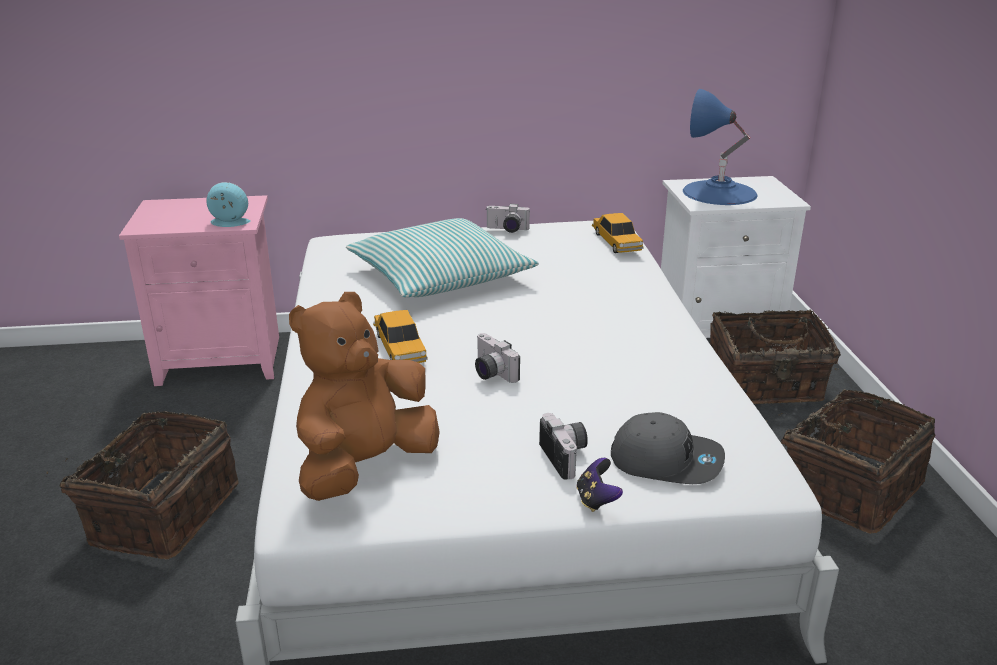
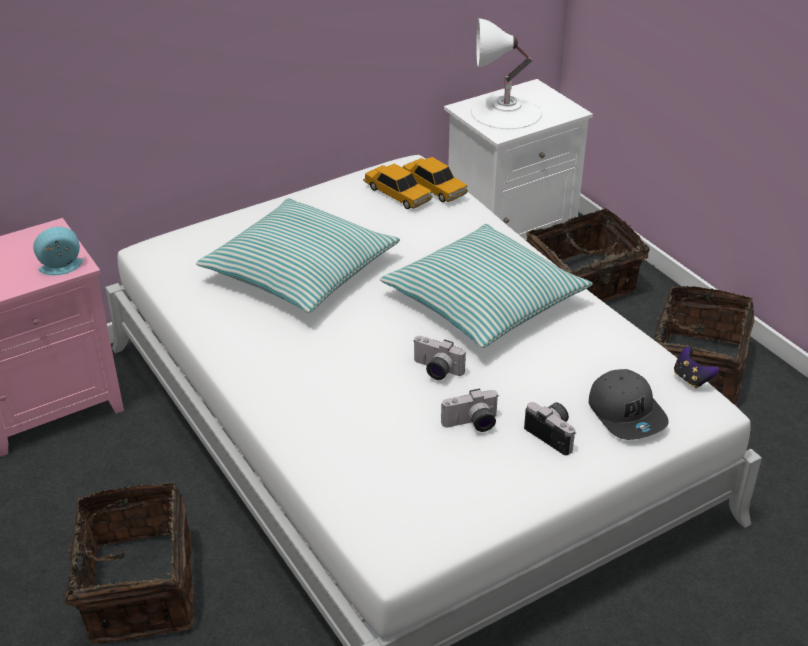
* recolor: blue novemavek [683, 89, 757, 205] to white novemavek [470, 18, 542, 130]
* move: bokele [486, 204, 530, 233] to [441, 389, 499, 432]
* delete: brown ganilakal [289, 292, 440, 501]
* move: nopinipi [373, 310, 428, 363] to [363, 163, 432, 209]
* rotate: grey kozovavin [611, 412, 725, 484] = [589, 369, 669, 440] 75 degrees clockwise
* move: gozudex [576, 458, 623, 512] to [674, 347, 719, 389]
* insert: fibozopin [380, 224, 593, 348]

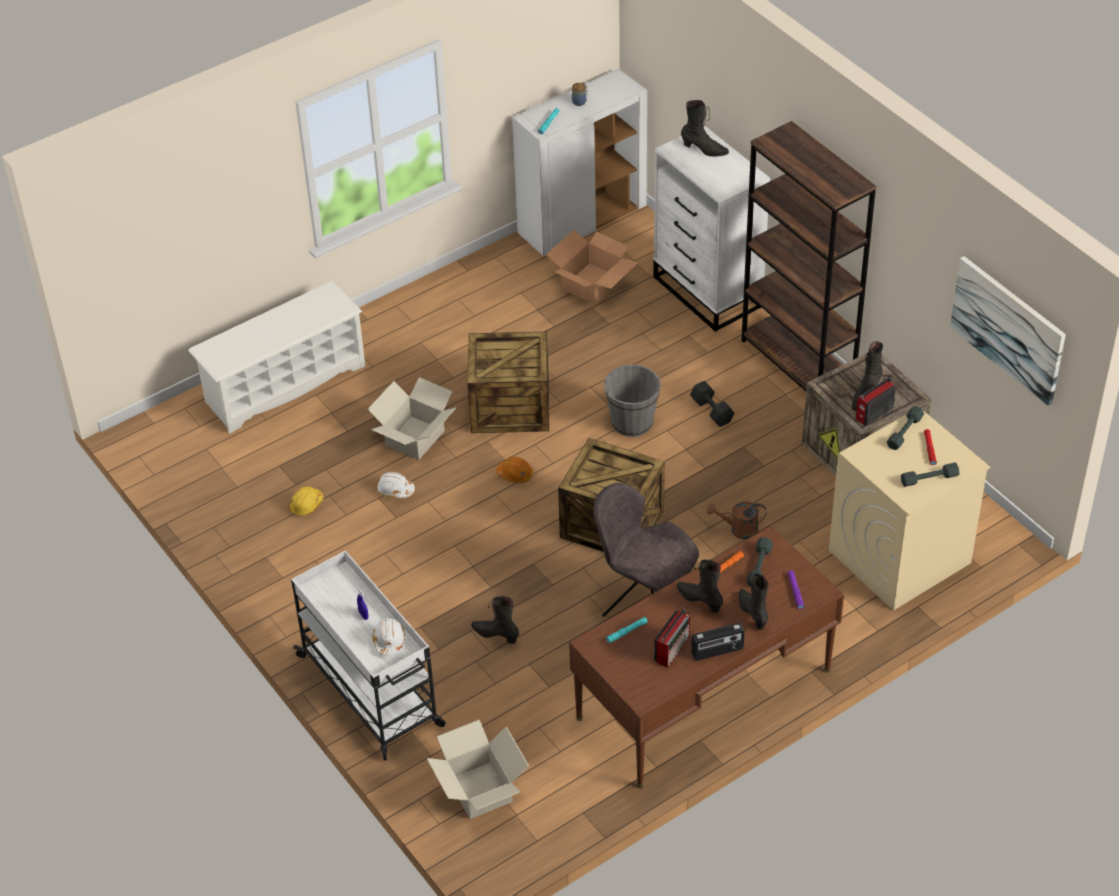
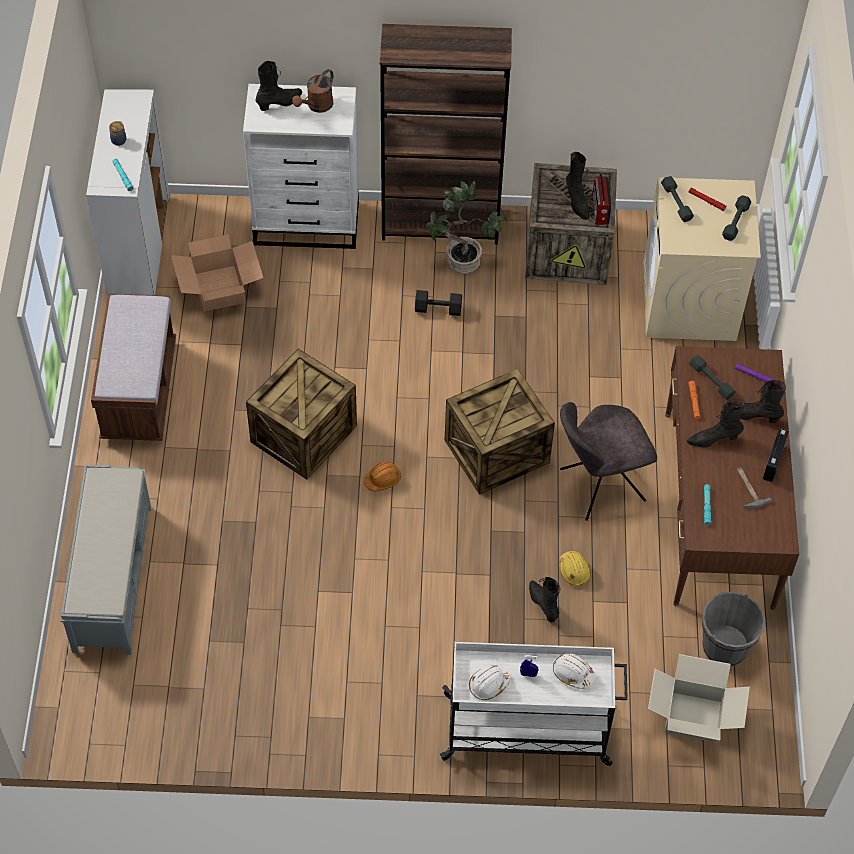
* delete: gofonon [950, 256, 1066, 406]
* replace: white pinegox [188, 281, 365, 434] to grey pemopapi [61, 465, 151, 655]
* move: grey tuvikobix [604, 364, 661, 437] to [702, 591, 765, 666]
* delete: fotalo [368, 377, 456, 460]
* move: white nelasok [377, 472, 415, 498] to [469, 665, 510, 700]
* move: yellow nelasok [289, 486, 323, 516] to [559, 551, 591, 586]
* move: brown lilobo [707, 502, 766, 539] to [292, 69, 333, 113]
* rotate: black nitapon [471, 596, 519, 644] = [529, 577, 560, 623] 90 degrees clockwise
* replace: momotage [654, 609, 690, 668] to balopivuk [737, 467, 772, 509]
* insert: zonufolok [425, 181, 508, 274]
* insert: brown pemopapi [91, 293, 176, 441]

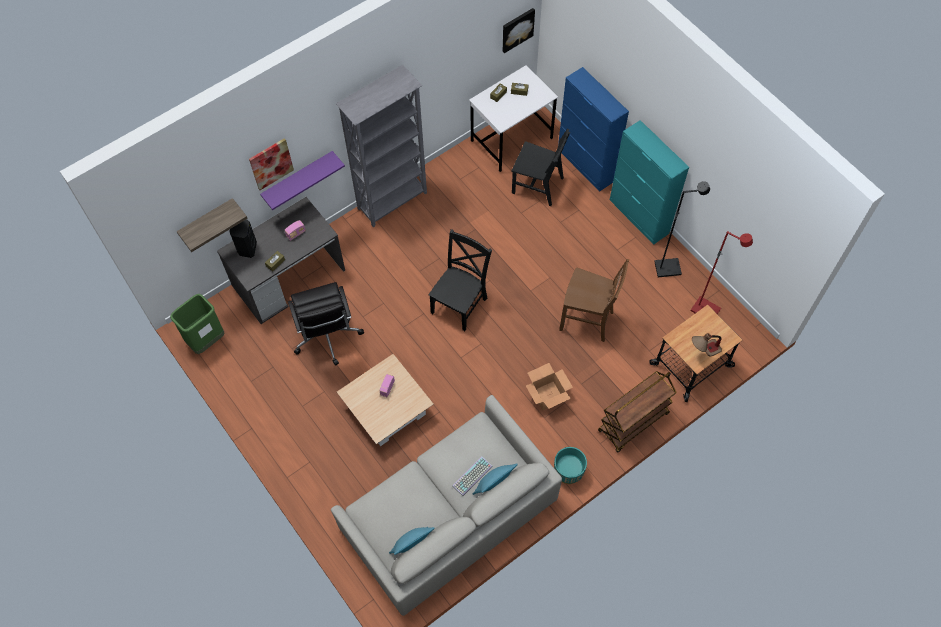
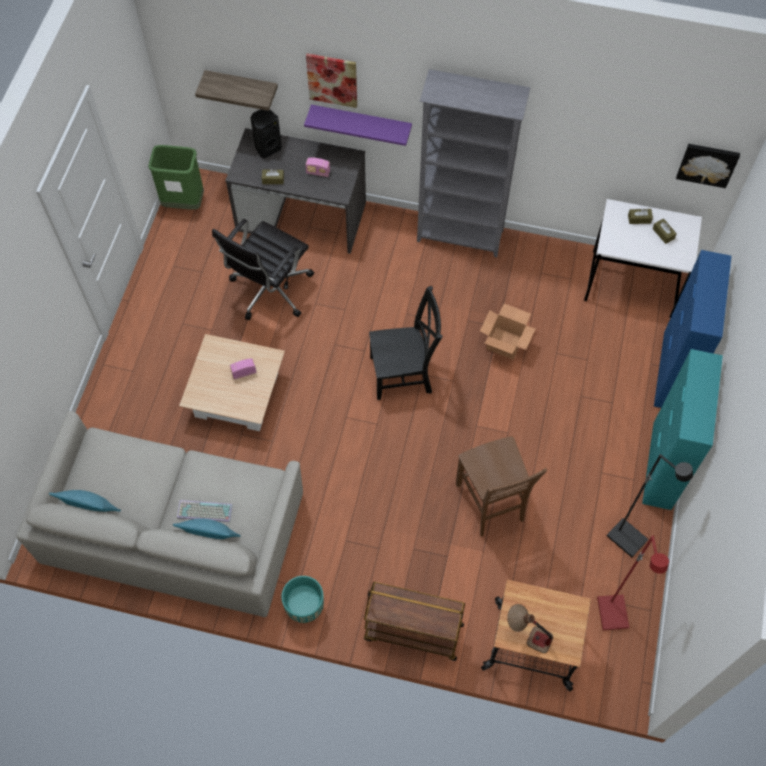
* delete: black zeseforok [511, 129, 570, 206]
* move: fotalo [526, 363, 573, 410] to [480, 304, 535, 359]

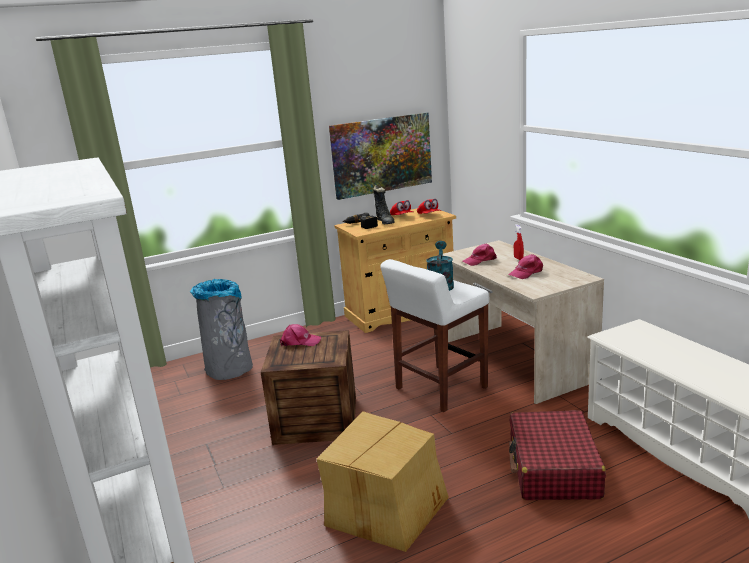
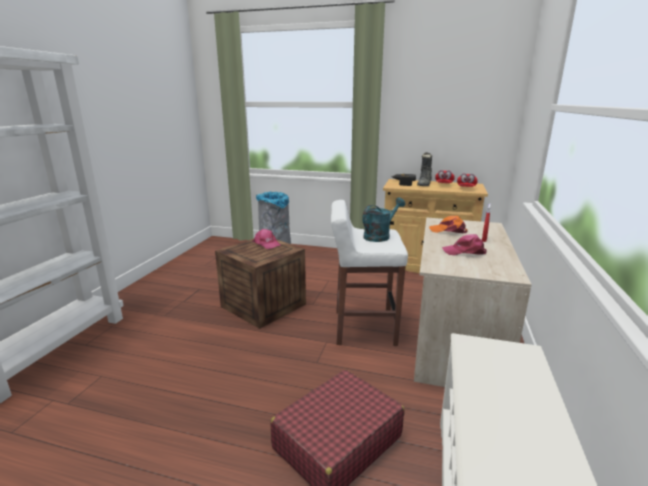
* delete: gofonon [329, 112, 432, 200]
* recolor: pink kozovavin [462, 244, 497, 266] to orange kozovavin [429, 216, 468, 233]
* delete: fotalo [317, 411, 449, 552]

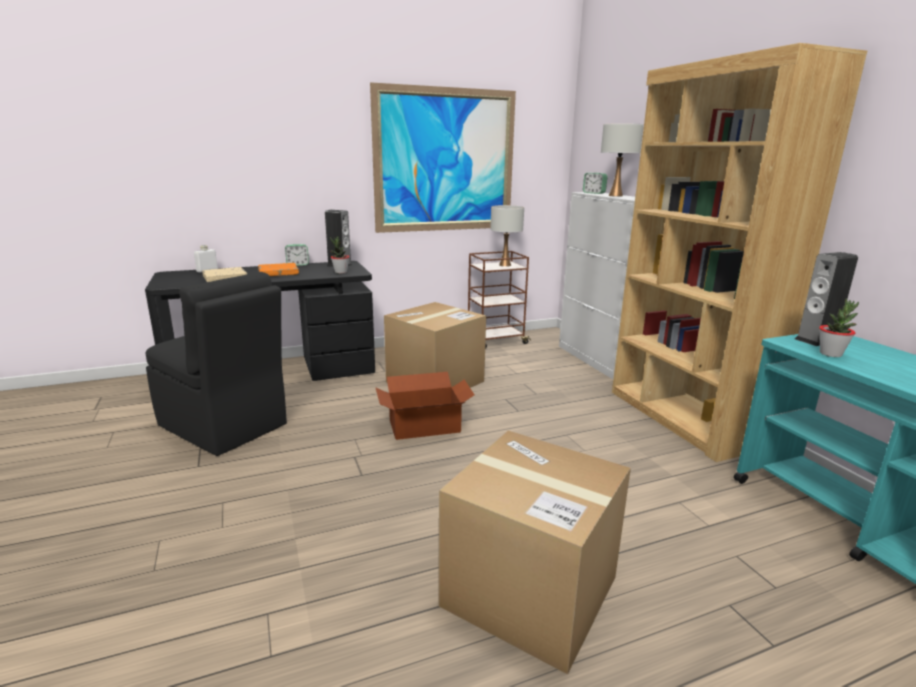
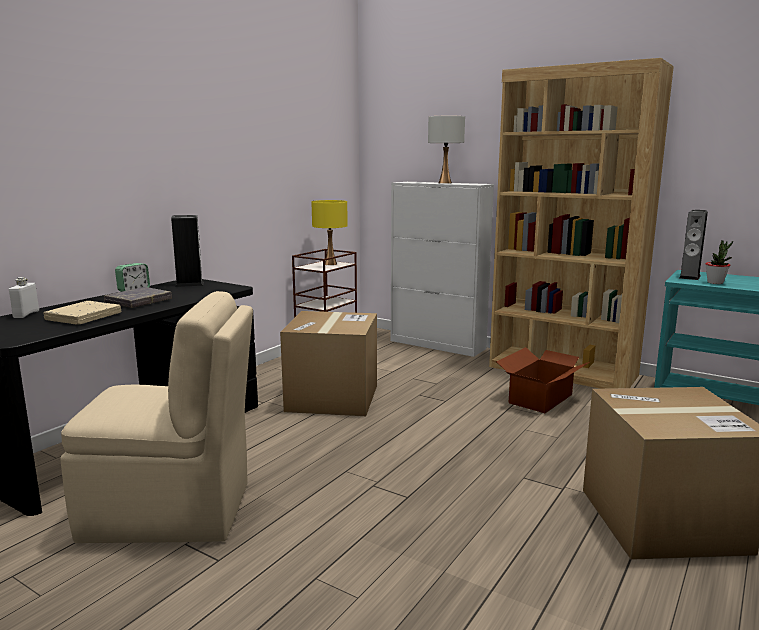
* delete: gofonon [370, 82, 516, 233]
* delete: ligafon [583, 173, 608, 194]
* recolor: white novemavek [490, 205, 524, 267] to yellow novemavek [312, 200, 348, 265]
* delete: zonufolok [330, 237, 349, 274]
* recolor: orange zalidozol [258, 263, 299, 276] to grey zalidozol [104, 287, 172, 308]
* recolor: black zeseforok [146, 272, 287, 456] to beige zeseforok [60, 291, 253, 543]
* move: fotalo [375, 372, 474, 440] to [496, 347, 591, 413]

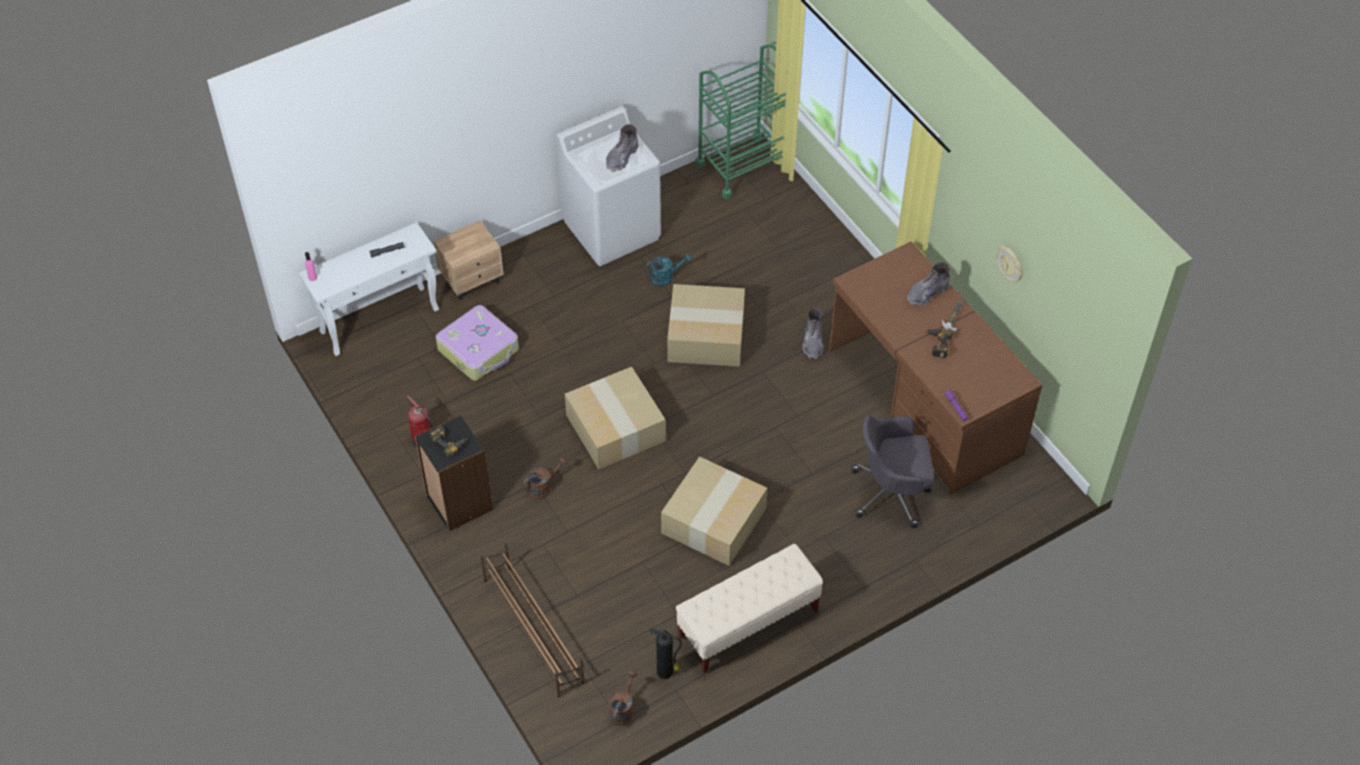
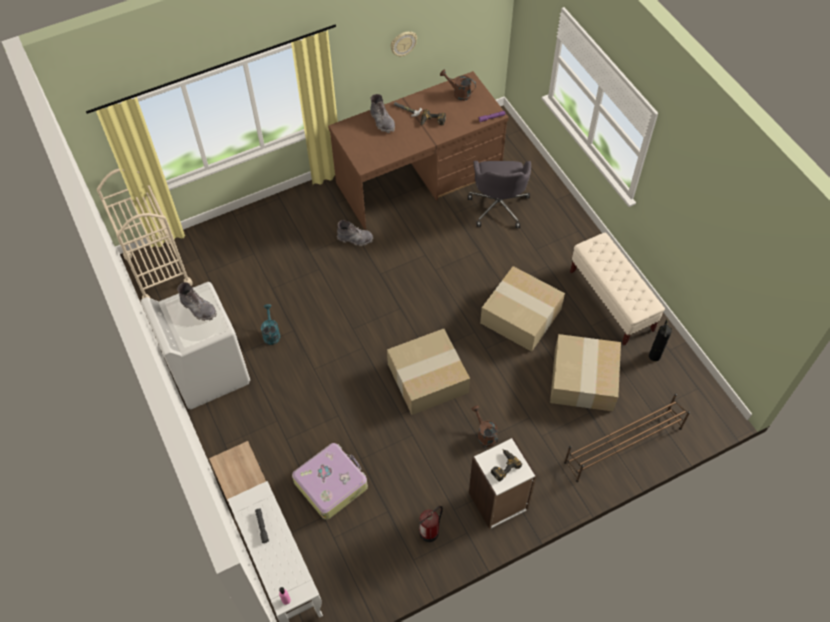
* recolor: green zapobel [695, 44, 786, 199] to beige zapobel [97, 169, 193, 299]
* move: fotalo [667, 284, 745, 367] to [550, 334, 621, 411]
* recolor: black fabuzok [415, 415, 493, 531] to white fabuzok [469, 438, 537, 529]
* move: brown lilobo [609, 670, 637, 726] to [440, 70, 476, 101]

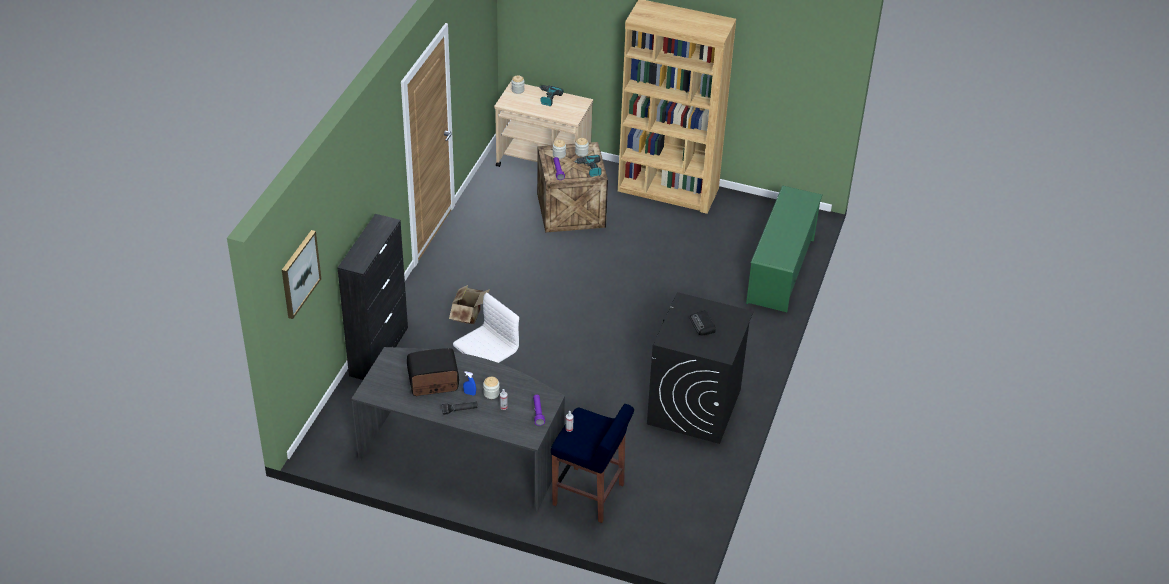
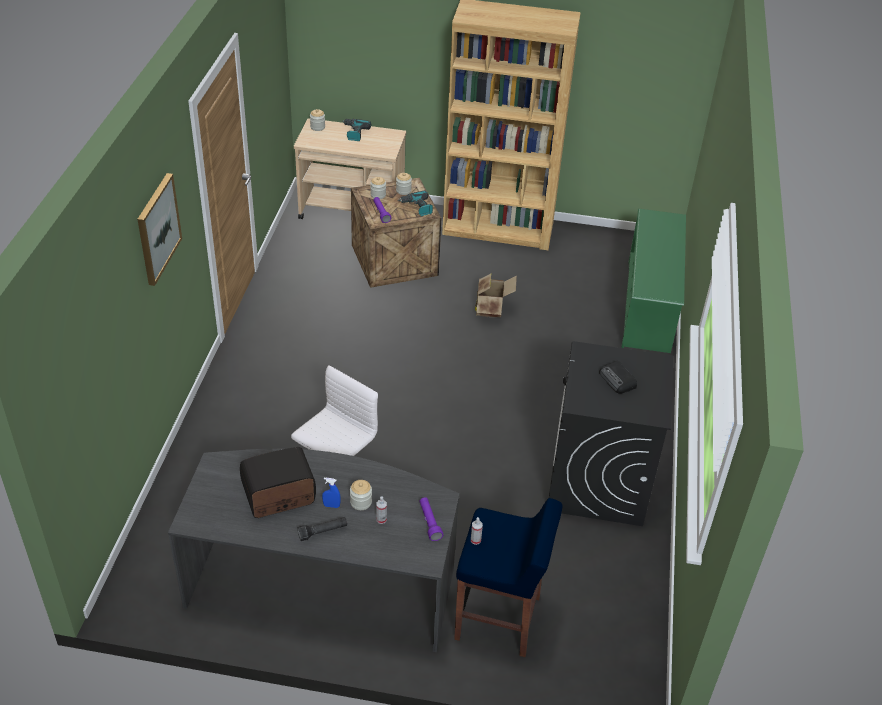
* delete: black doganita [337, 214, 408, 380]
* move: gofonon [282, 230, 321, 319] to [137, 173, 182, 286]
* move: fotalo [449, 285, 490, 324] to [475, 274, 517, 317]

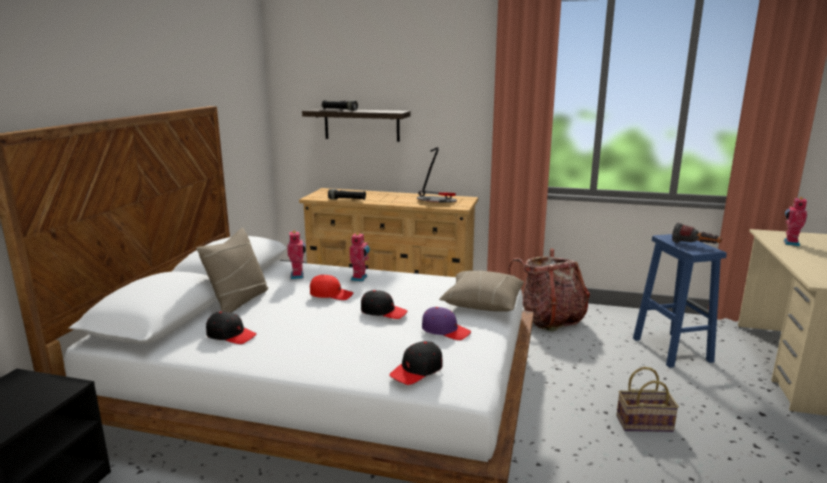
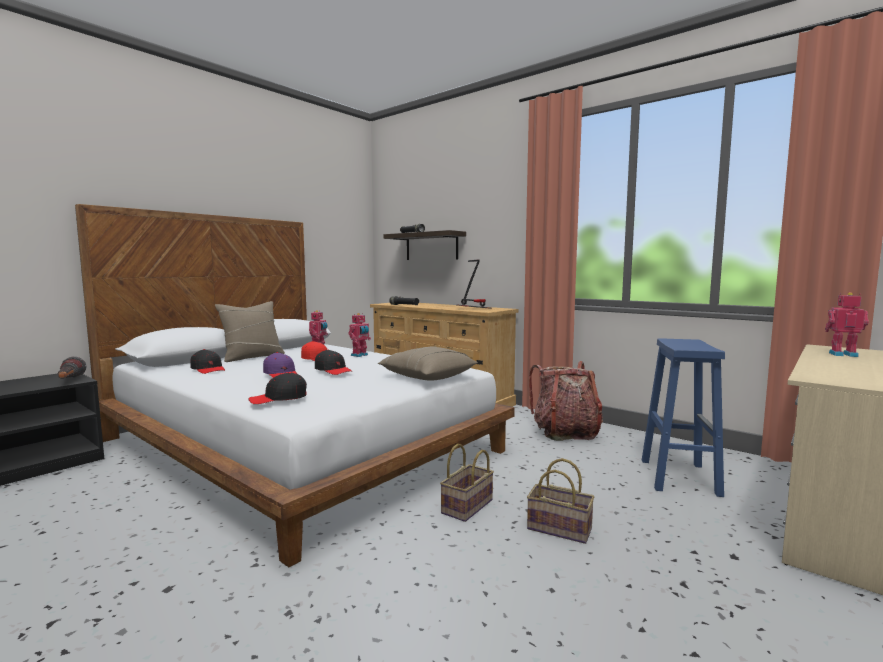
* rotate: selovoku [784, 196, 807, 246] = [825, 292, 869, 357] 60 degrees clockwise
* move: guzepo [672, 223, 722, 244] to [58, 357, 87, 379]
* move: purple kozovavin [422, 307, 471, 340] to [263, 352, 297, 378]
* insert: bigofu [440, 444, 494, 522]

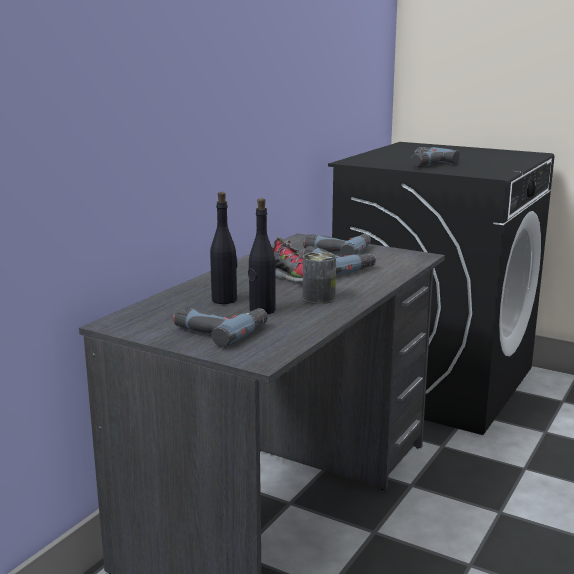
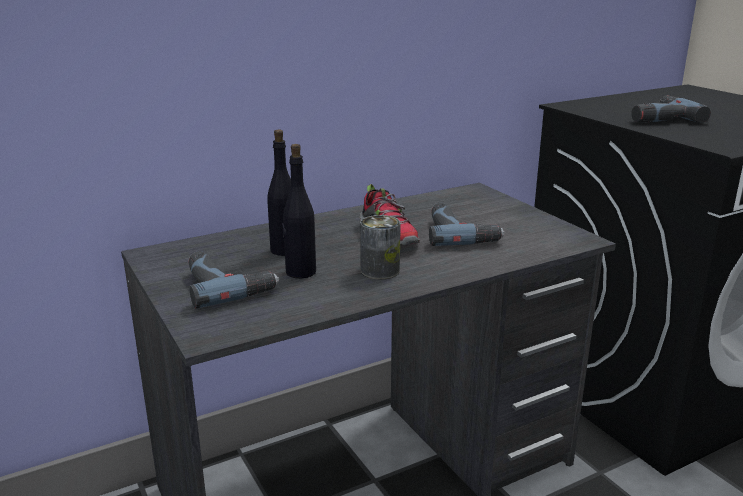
* delete: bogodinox [303, 234, 371, 256]

